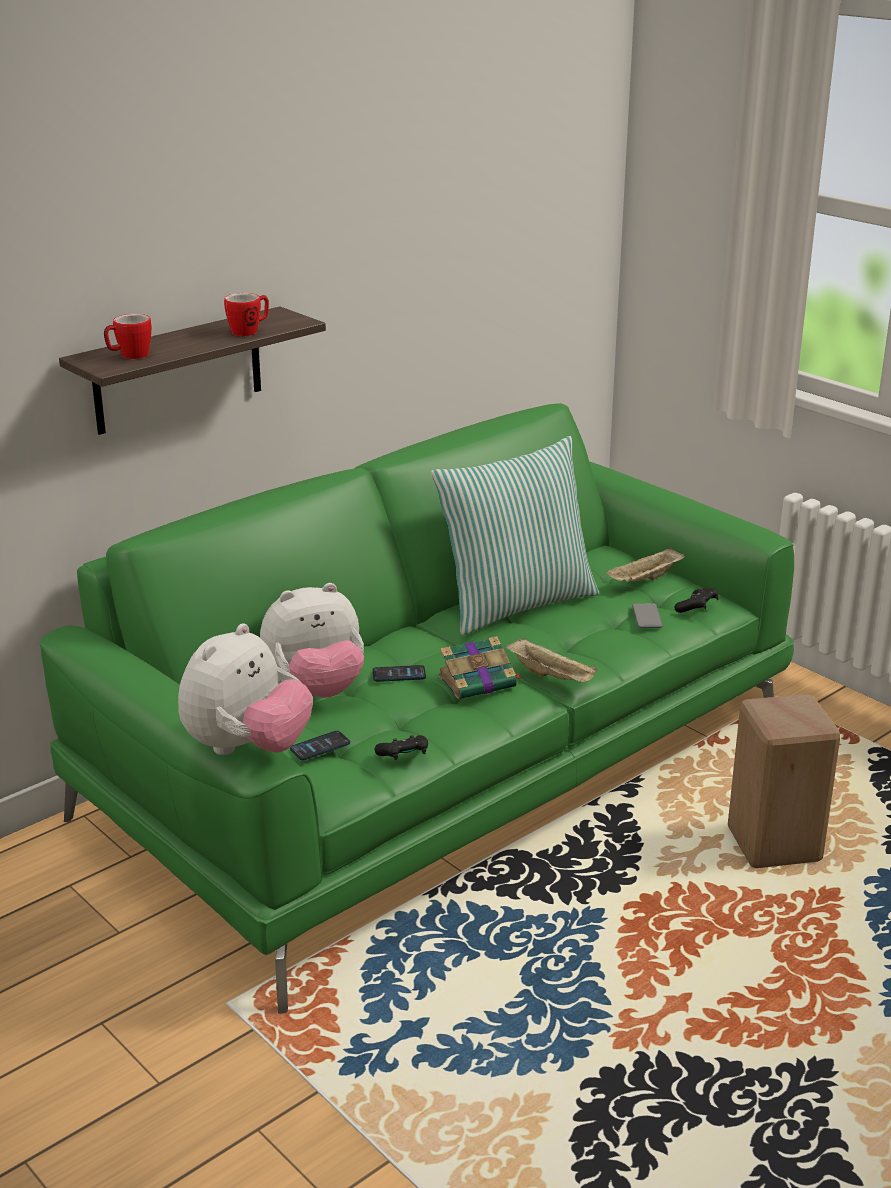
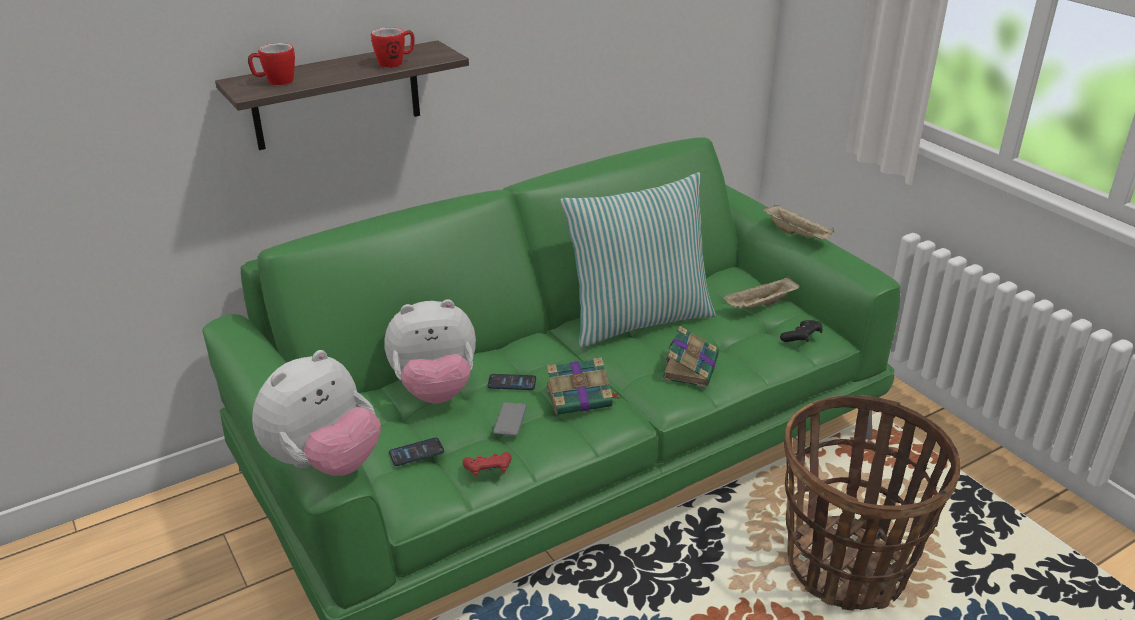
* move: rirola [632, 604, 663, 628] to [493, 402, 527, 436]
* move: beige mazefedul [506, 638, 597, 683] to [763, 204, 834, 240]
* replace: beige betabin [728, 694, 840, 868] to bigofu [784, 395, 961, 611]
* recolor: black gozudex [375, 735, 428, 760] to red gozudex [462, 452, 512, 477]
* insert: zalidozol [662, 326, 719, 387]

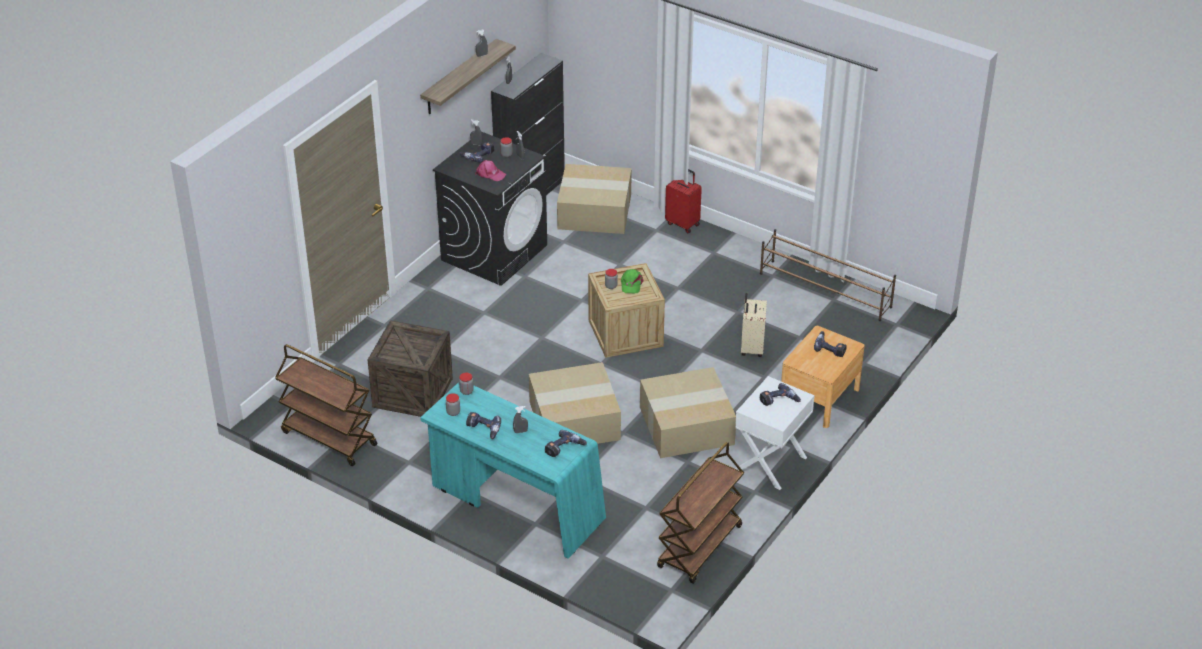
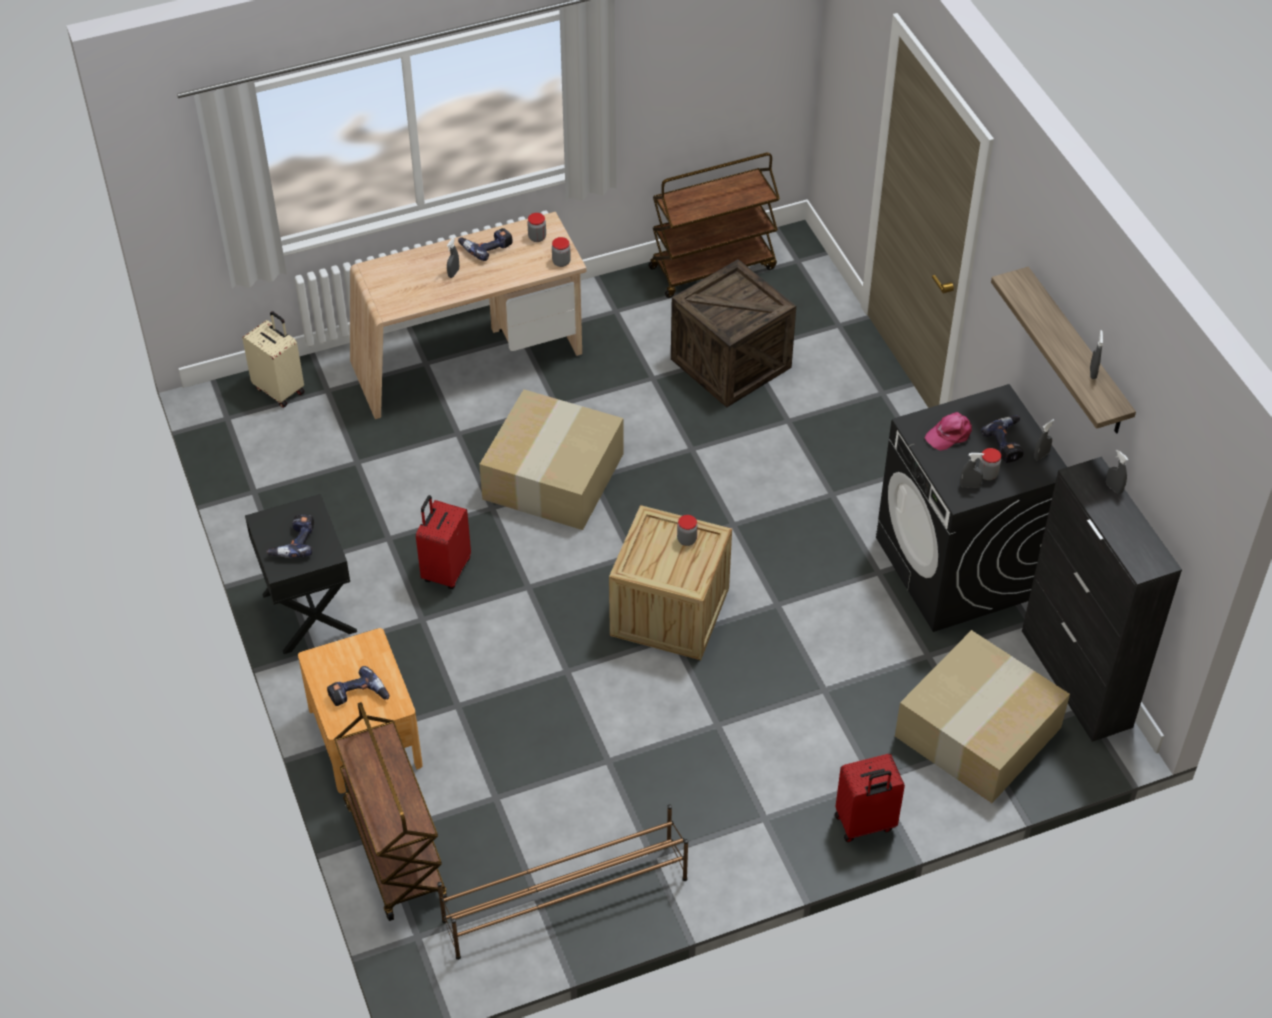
* delete: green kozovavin [621, 269, 644, 293]
* move: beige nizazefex [741, 293, 767, 357] to [242, 311, 305, 408]
* replace: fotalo [640, 367, 736, 458] to red nizazefex [416, 495, 471, 589]
* recolor: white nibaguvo [735, 376, 815, 490] to black nibaguvo [245, 494, 357, 654]
* recolor: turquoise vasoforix [420, 382, 606, 559] to beige vasoforix [350, 212, 586, 419]
* delete: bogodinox [545, 430, 587, 457]
* move: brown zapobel [657, 442, 744, 584] to [334, 702, 447, 921]

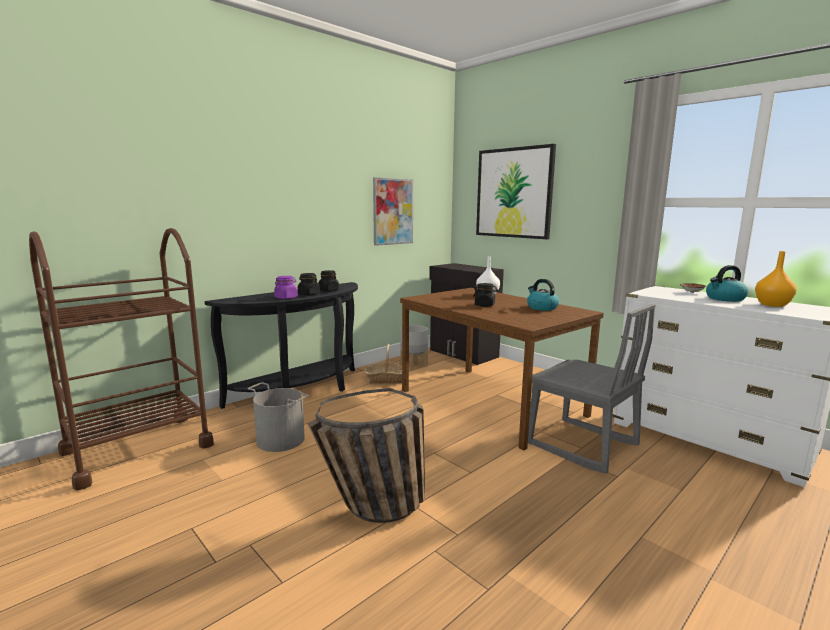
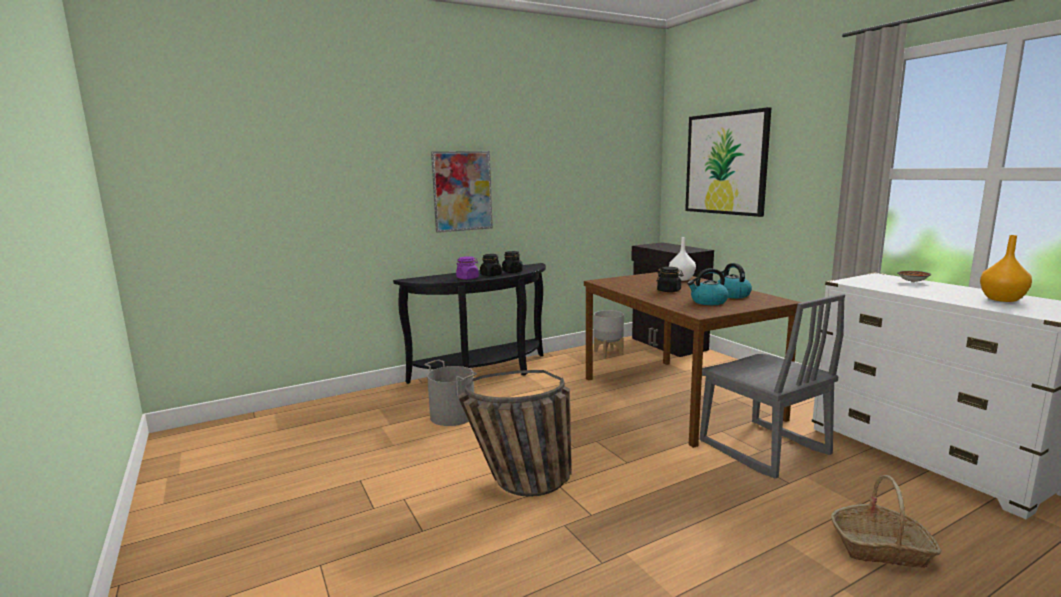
* move: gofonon [373, 177, 413, 246] to [431, 151, 493, 233]
* delete: brown zapobel [29, 228, 214, 491]
* move: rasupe [706, 265, 748, 302] to [687, 268, 729, 305]
* move: bigofu [365, 344, 402, 384] to [831, 475, 942, 568]

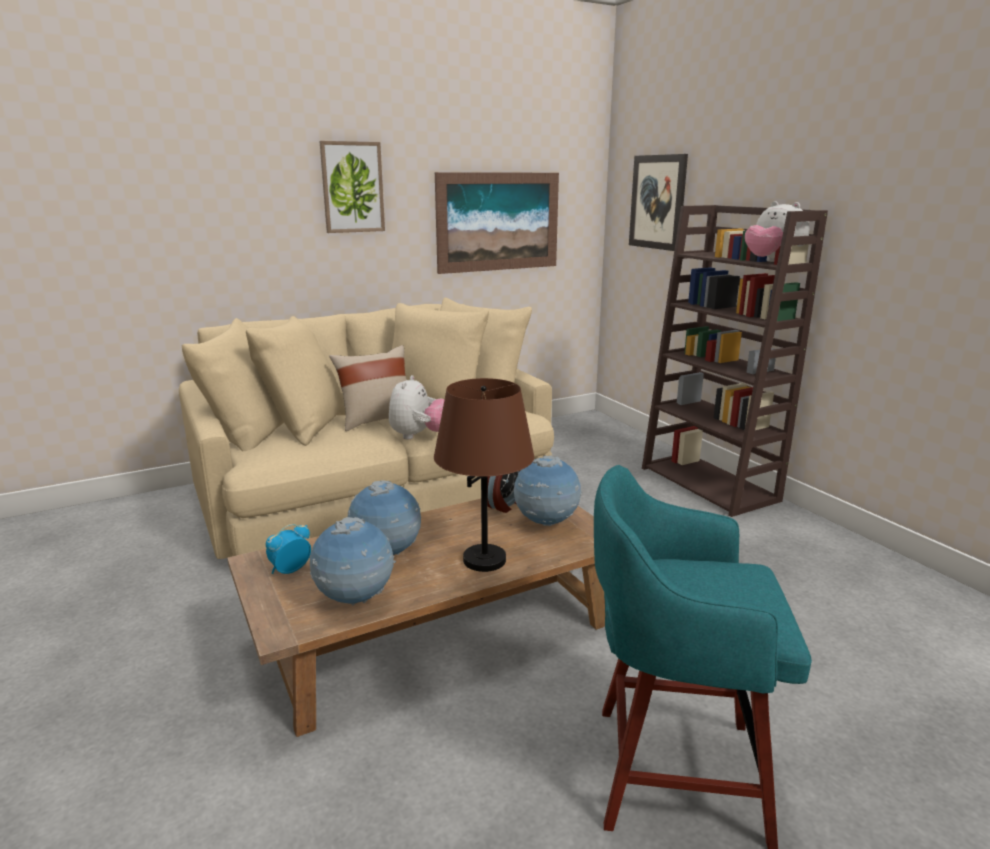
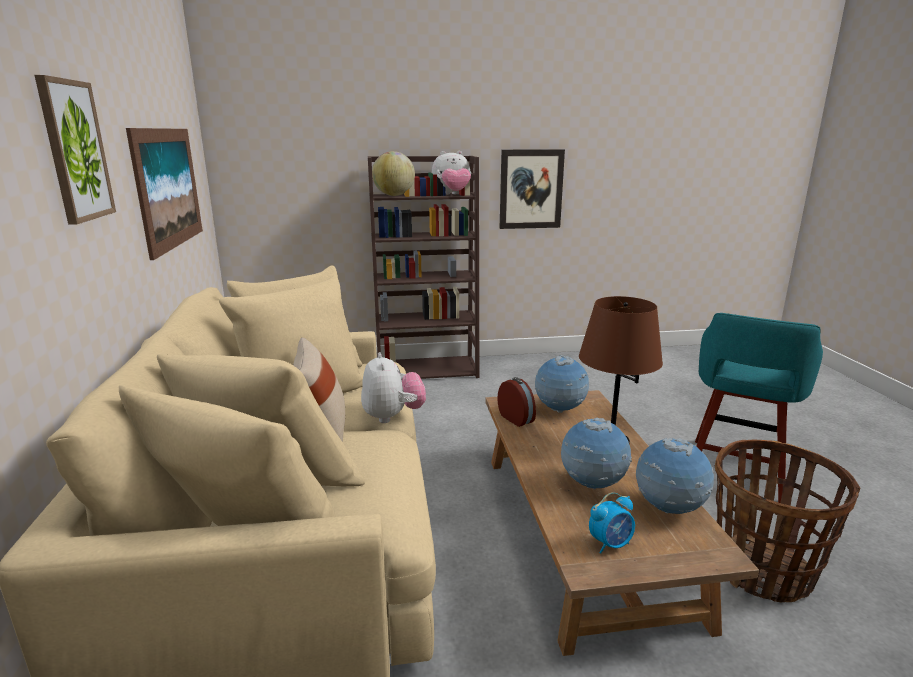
* move: gofonon [629, 154, 688, 251] to [500, 149, 565, 229]
* rotate: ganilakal [389, 375, 444, 440] = [361, 352, 426, 423] 45 degrees clockwise
* rotate: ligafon [266, 524, 311, 574] = [589, 492, 635, 554] 90 degrees counterclockwise
* insert: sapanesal [372, 151, 415, 196]
* insert: bigofu [715, 440, 860, 602]

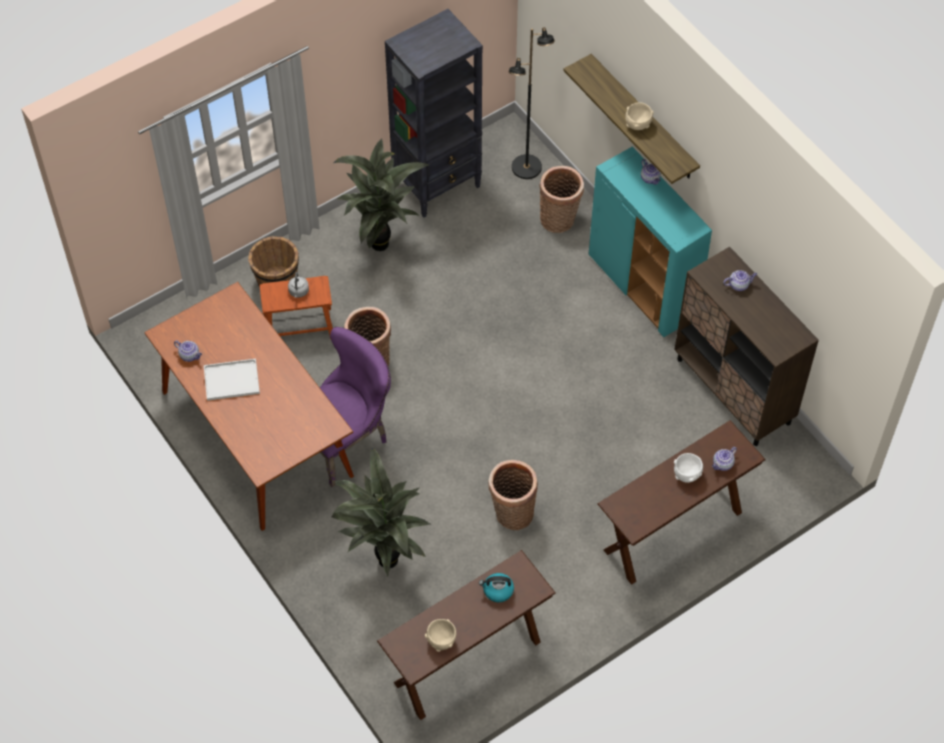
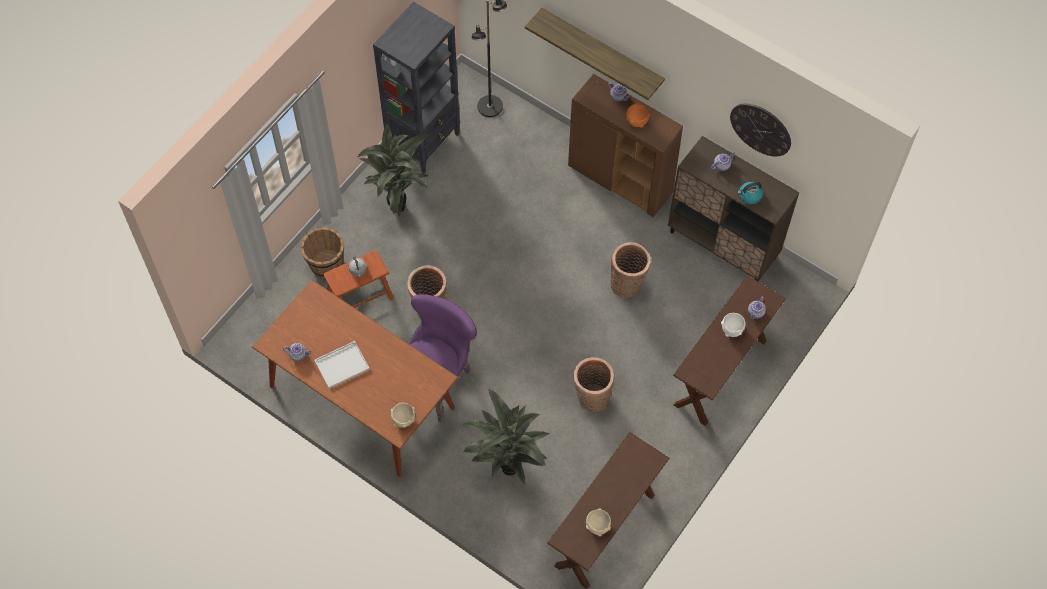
* move: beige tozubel [626, 102, 654, 130] to [390, 403, 415, 428]
* recolor: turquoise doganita [589, 147, 712, 337] to brown doganita [568, 74, 683, 217]
* move: bigofu [539, 166, 584, 233] to [610, 242, 651, 298]
* move: rasupe [479, 573, 514, 602] to [737, 182, 763, 204]
* insert: orange tozubel [626, 104, 650, 128]
* insert: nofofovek [730, 104, 791, 157]

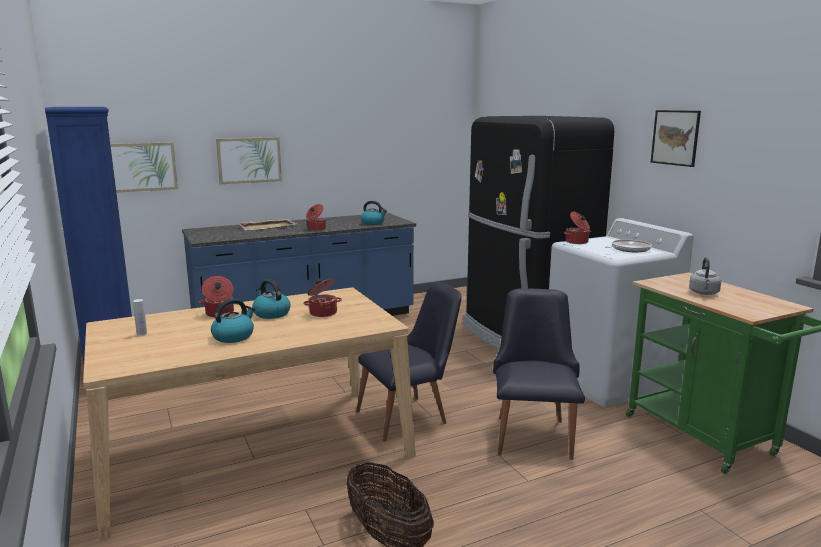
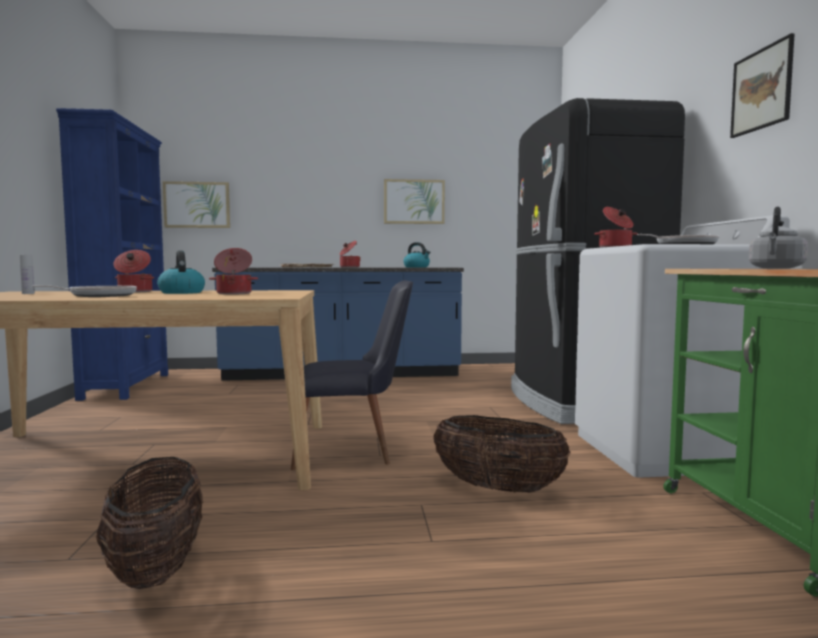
* move: gofonon [216, 137, 282, 184] to [384, 179, 445, 224]
* replace: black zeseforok [493, 289, 585, 460] to bigofu [433, 415, 571, 493]
* replace: rasupe [211, 299, 255, 343] to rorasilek [32, 285, 137, 297]

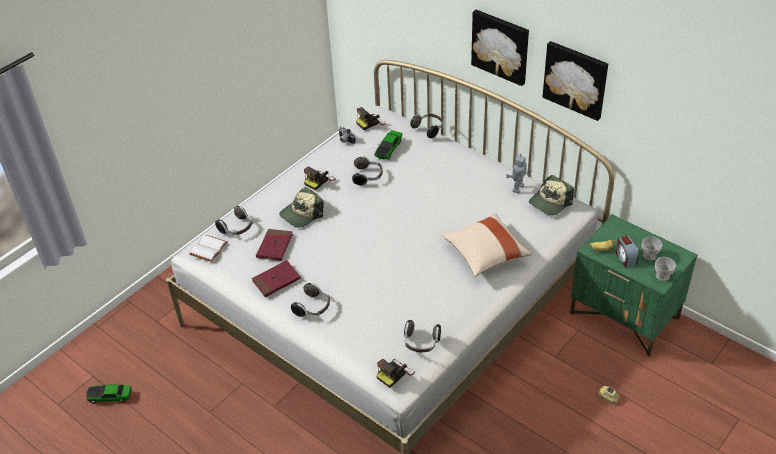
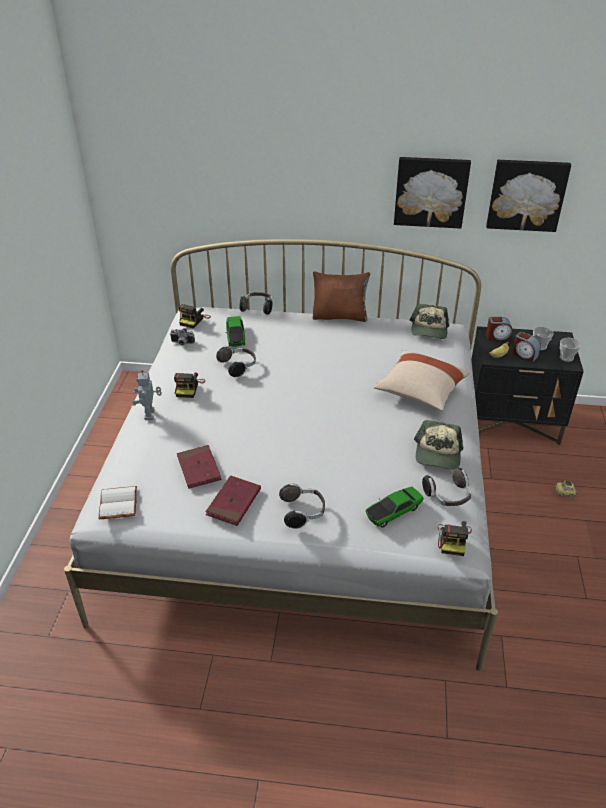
* move: gofonon [471, 10, 529, 86] to [486, 160, 571, 232]
* move: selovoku [506, 154, 531, 194] to [132, 370, 162, 420]
* move: kozovavin [279, 187, 324, 228] to [414, 420, 463, 470]
* delete: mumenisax [215, 206, 252, 235]
* recolor: green nibaguvo [570, 214, 697, 356] to black nibaguvo [471, 326, 584, 445]
* move: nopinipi [86, 383, 132, 404] to [365, 487, 424, 528]
* insert: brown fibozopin [313, 271, 370, 322]
* insert: ligafon [486, 317, 513, 340]

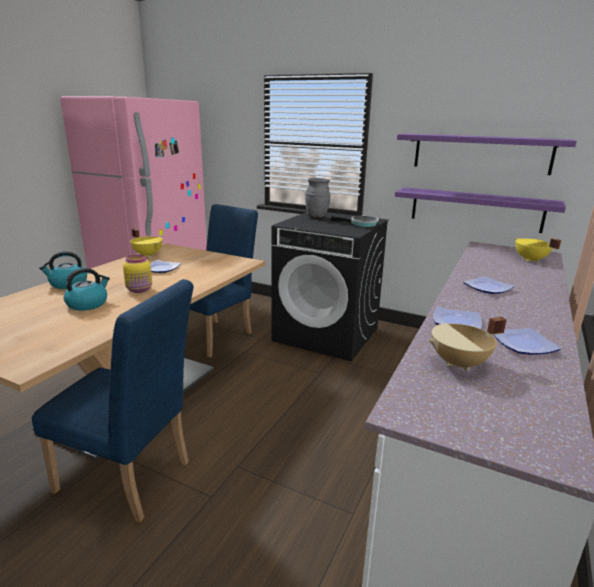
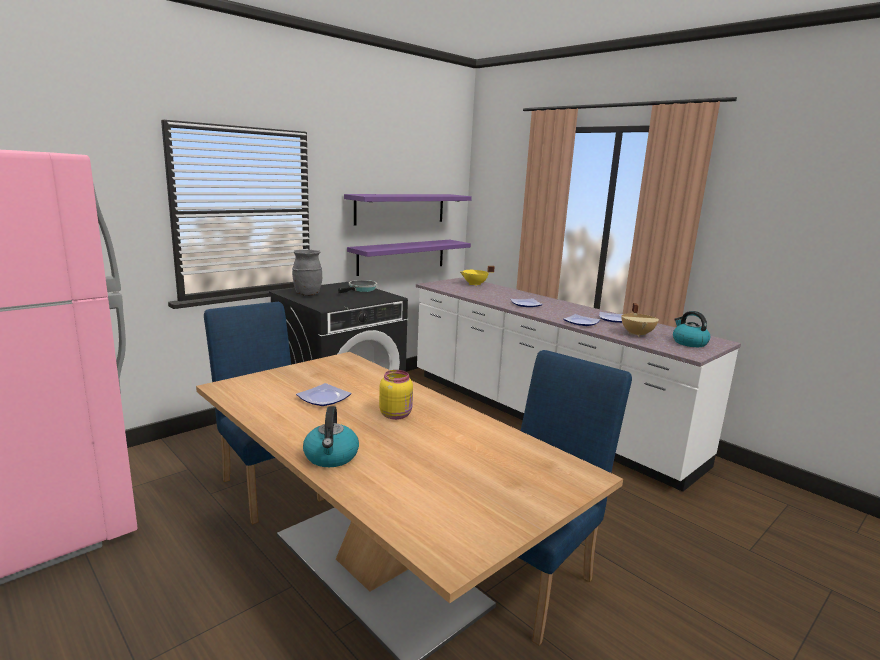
* delete: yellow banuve [130, 229, 163, 257]
* move: rasupe [64, 268, 110, 311] to [673, 311, 710, 347]

